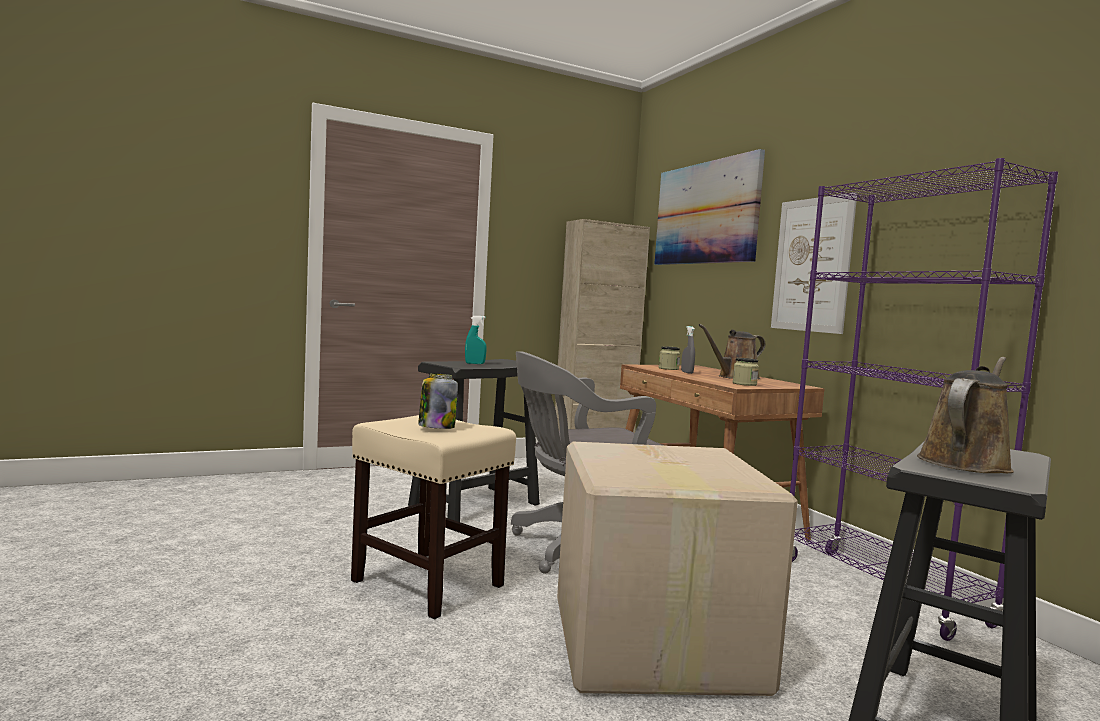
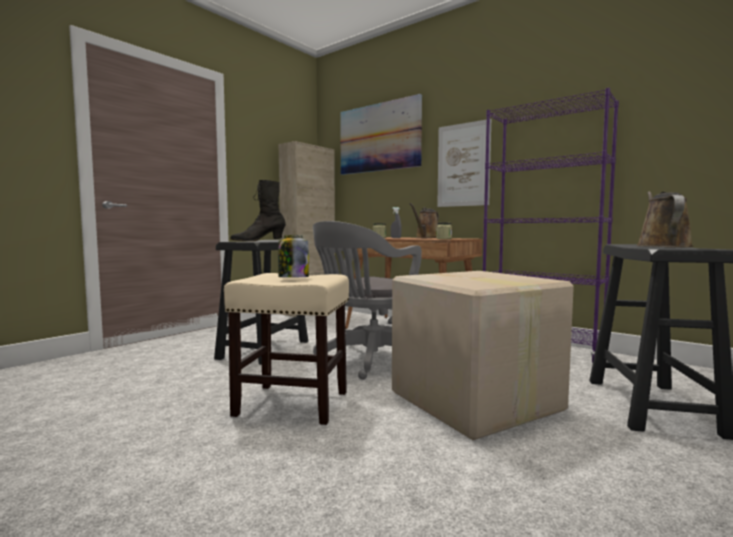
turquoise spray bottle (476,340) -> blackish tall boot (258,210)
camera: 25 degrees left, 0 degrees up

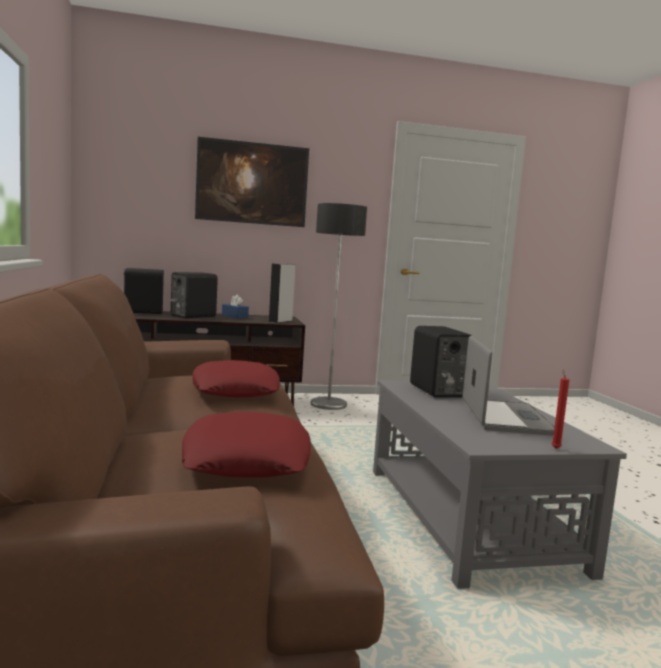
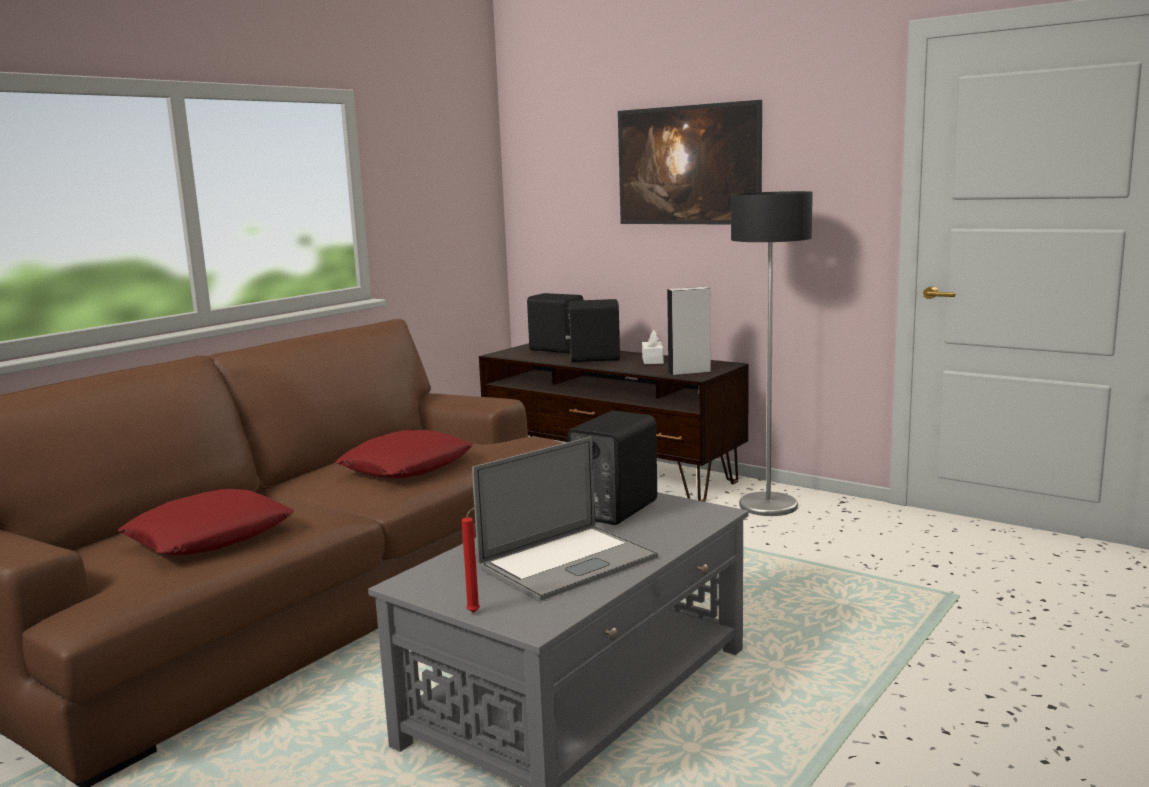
bluish tissue holder (235,306) -> white-coloured tissue holder (653,347)
camera: 50 degrees right, 5 degrees up

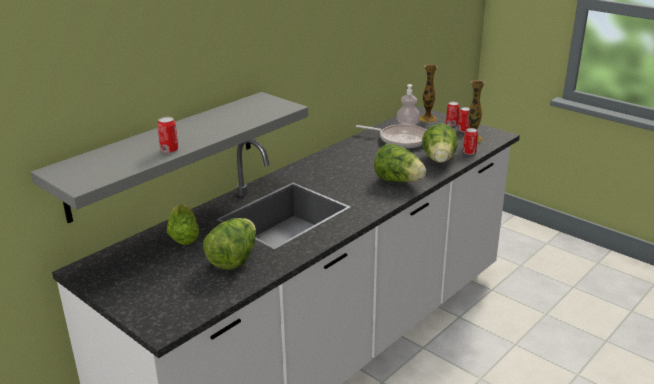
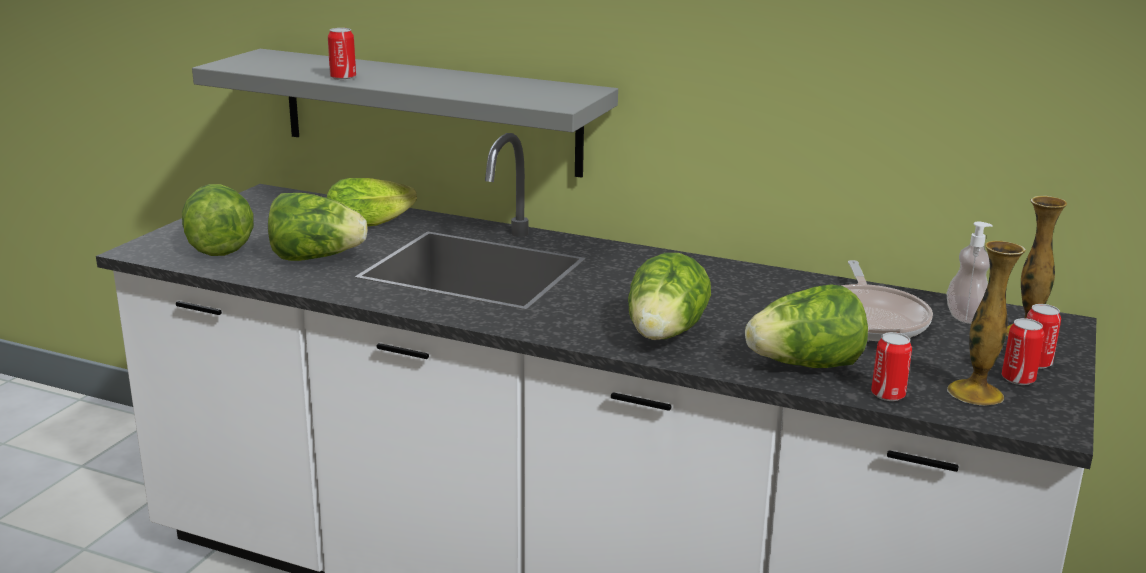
none -> lettuce head (218,220)
camera: 70 degrees right, 5 degrees down

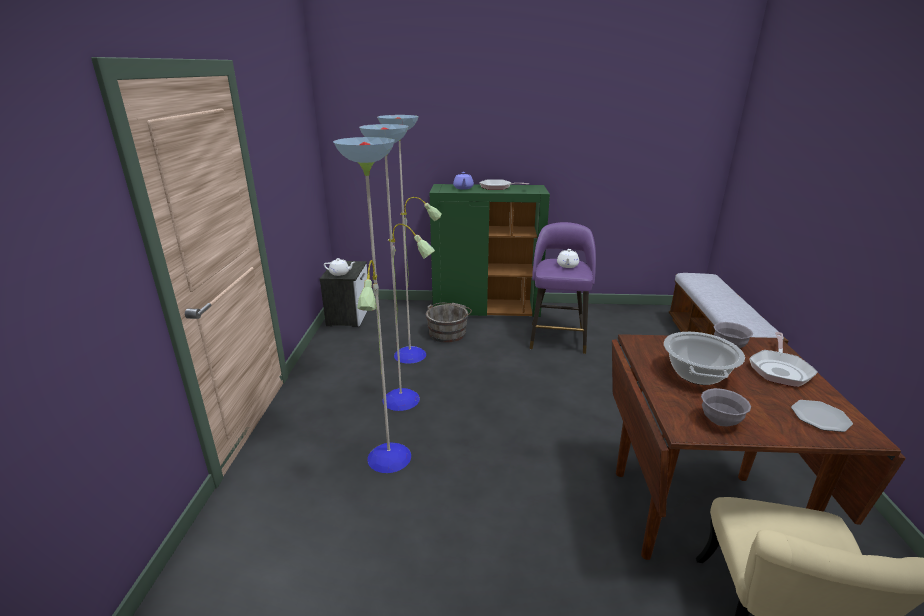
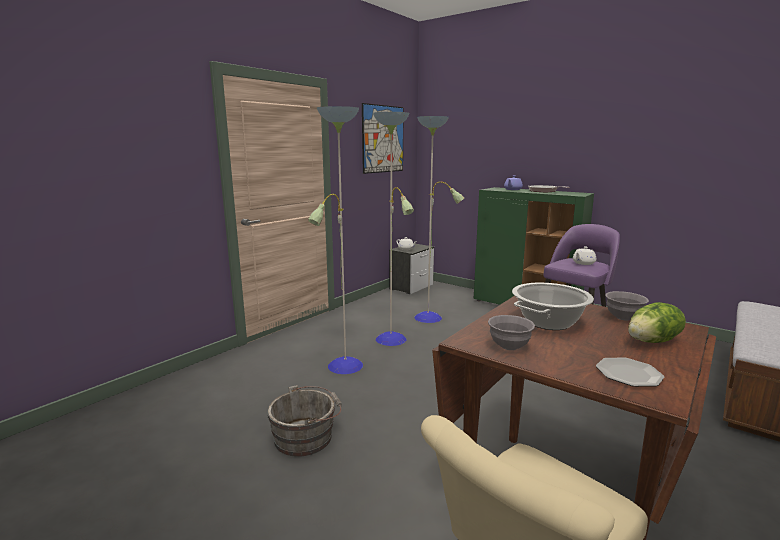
none -> wall picture (383,138)
grey bucket (449,323) -> grey bucket (304,421), shifted
pan (783,359) -> lettuce head (657,322)
camera: 35 degrees right, 10 degrees down

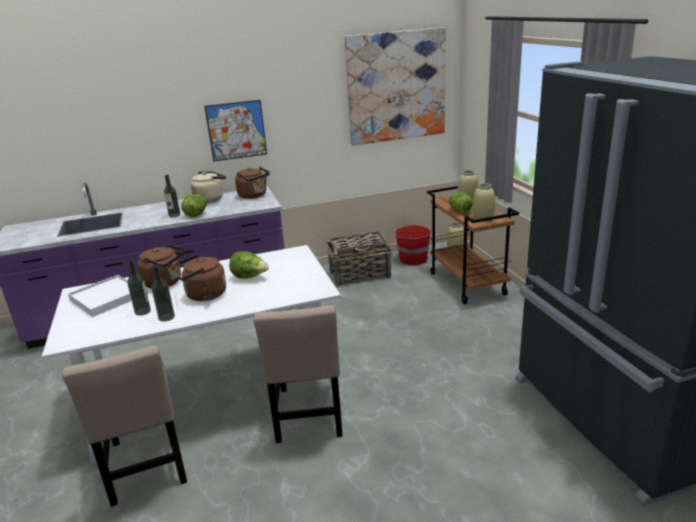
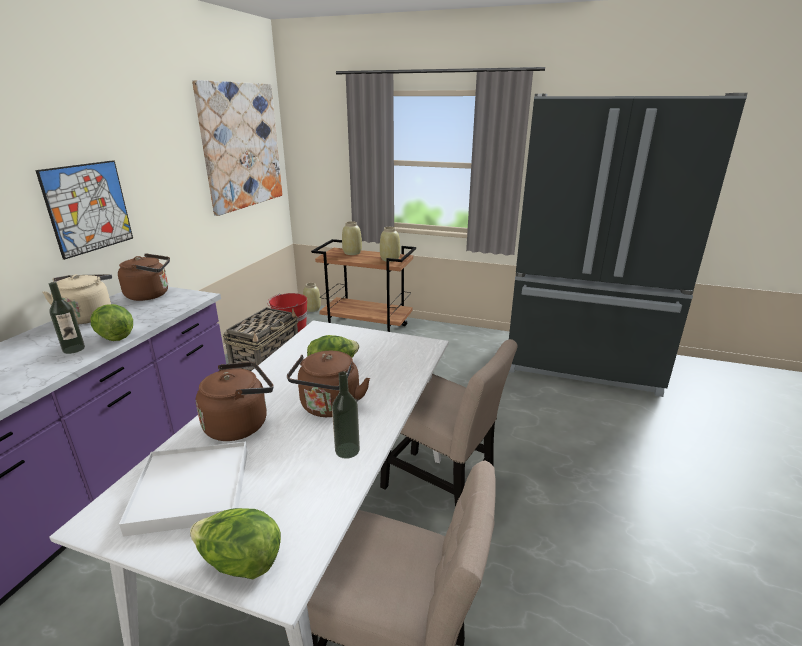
beverage bottle (139,288) -> none
lettuce head (461,203) -> lettuce head (235,543), shifted
camera: 55 degrees left, 0 degrees up

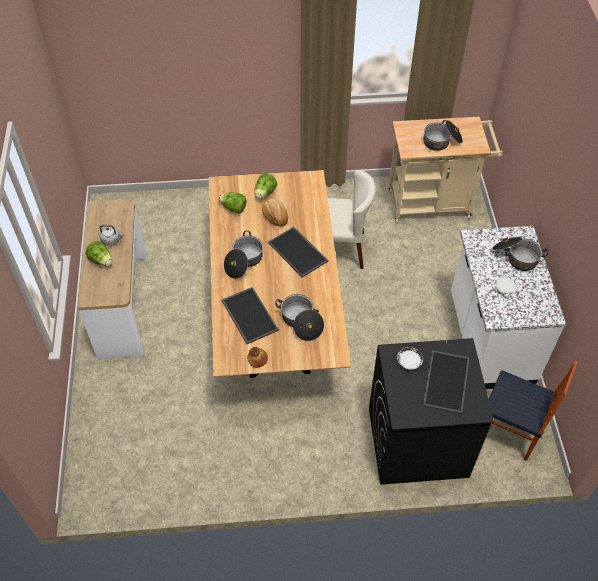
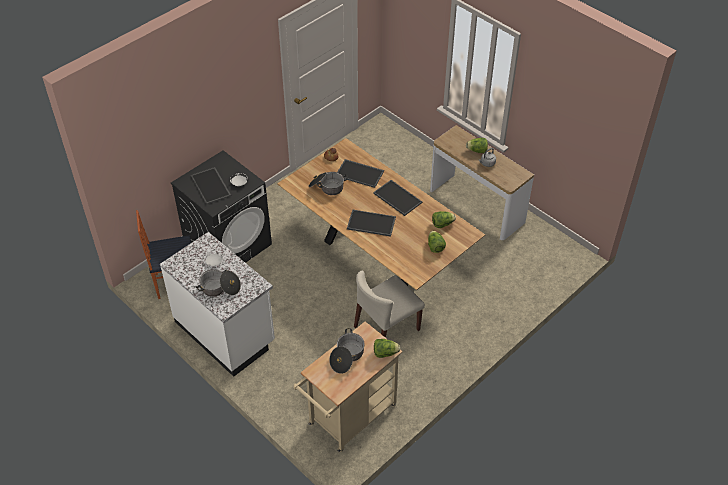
baked bread (275,212) -> none
none -> lettuce head (387,348)
cooking pot (243,255) -> serving tray (397,198)
camera: 140 degrees right, 5 degrees down

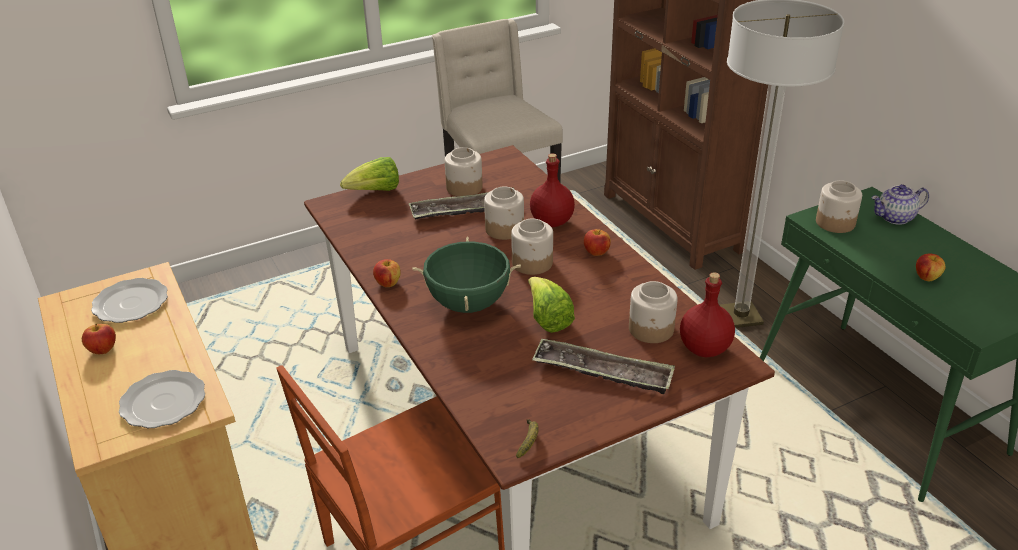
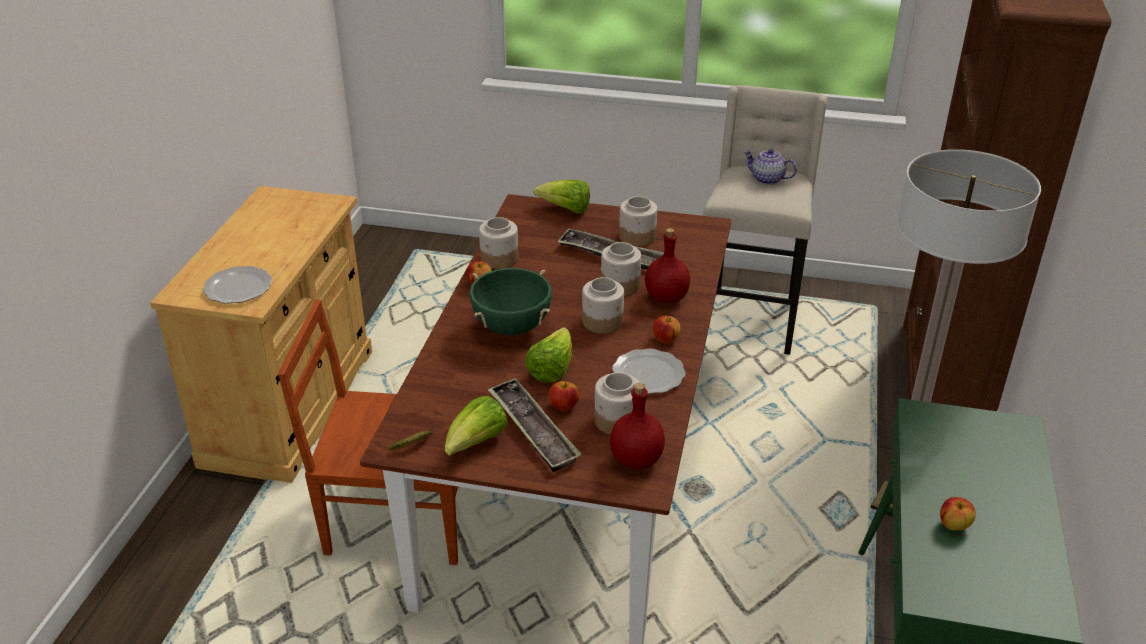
none -> lettuce head (476,426)
whole apple (99,338) -> whole apple (563,396), shifted
plate (129,300) -> plate (649,371), shifted
preserve jar (839,206) -> preserve jar (499,243), shifted
tea pot (900,204) -> tea pot (770,167), shifted
camera: 40 degrees right, 0 degrees up

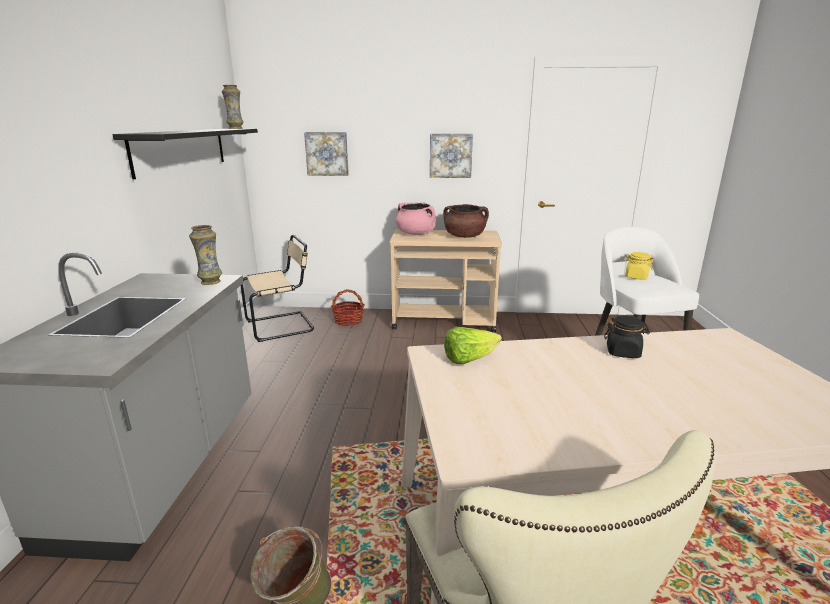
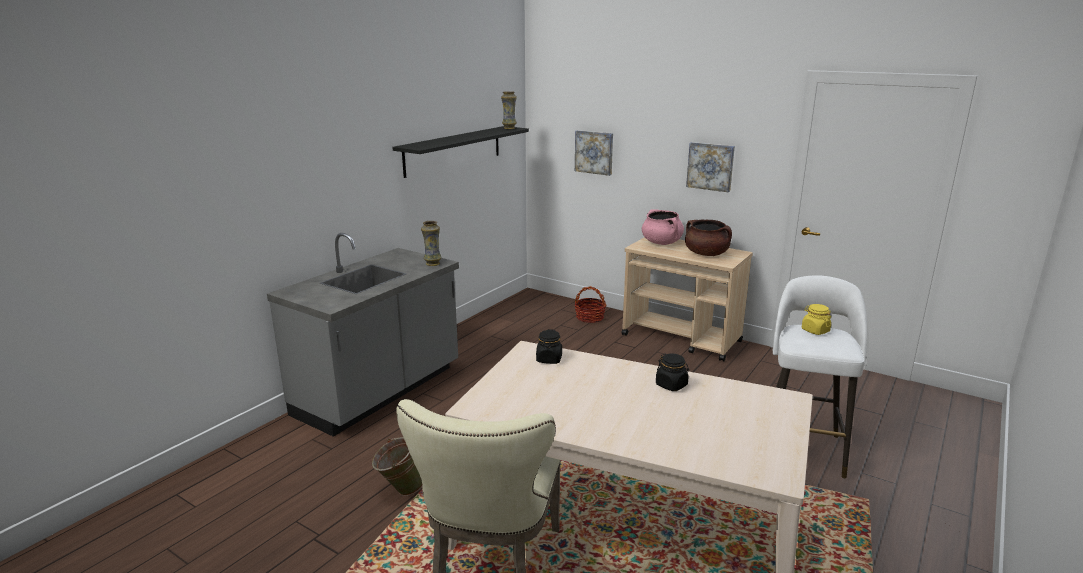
beige upright chair (277,288) -> none
lettuce head (473,345) -> blackish preserve jar (549,346)
camera: 30 degrees right, 0 degrees up

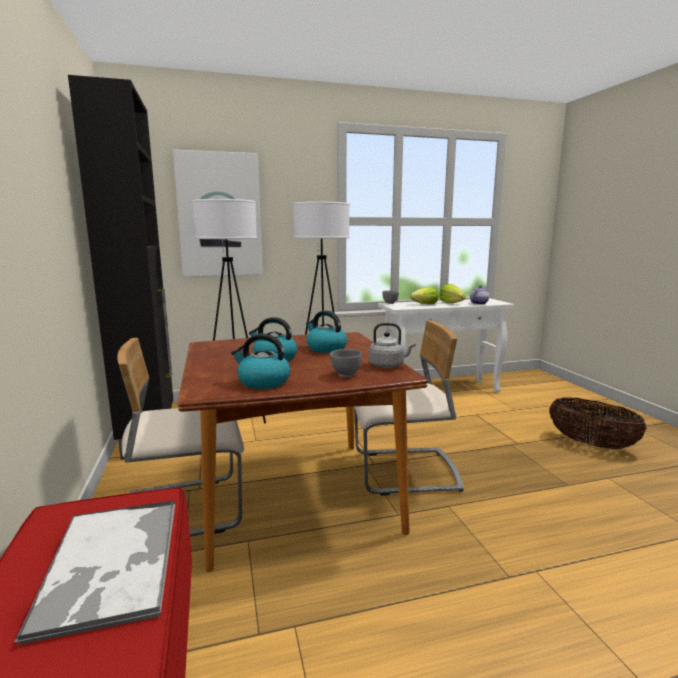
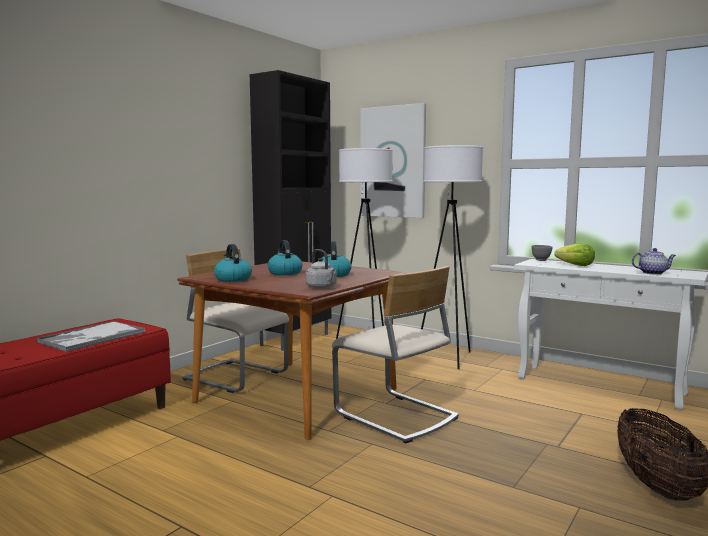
grey deep dish (346,363) -> none
lettuce head (452,293) -> none
camera: 50 degrees right, 5 degrees down

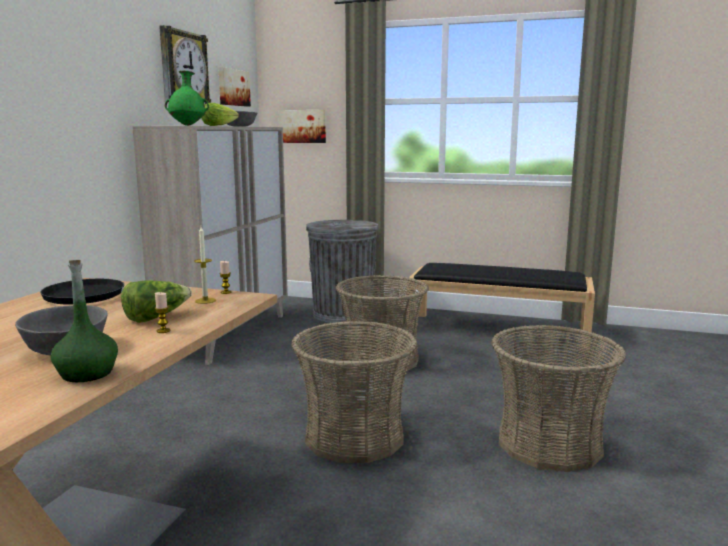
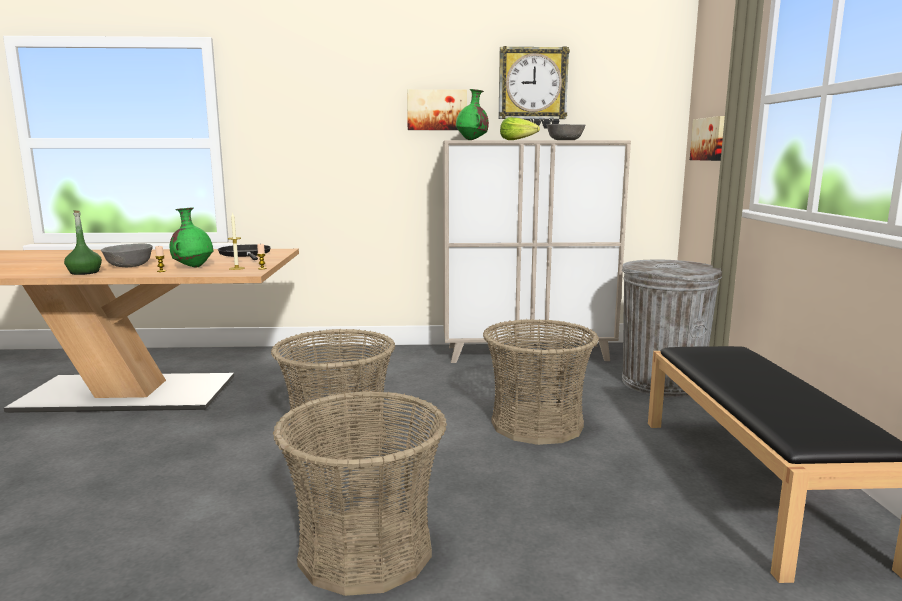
wall picture (234,87) -> wall picture (437,109), shifted
lettuce head (156,301) -> green-coloured decorative vase (192,238)
camera: 70 degrees right, 0 degrees up

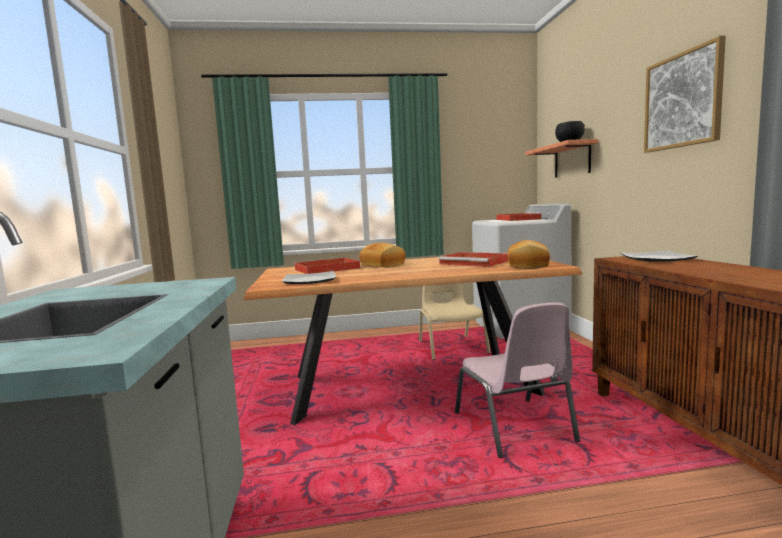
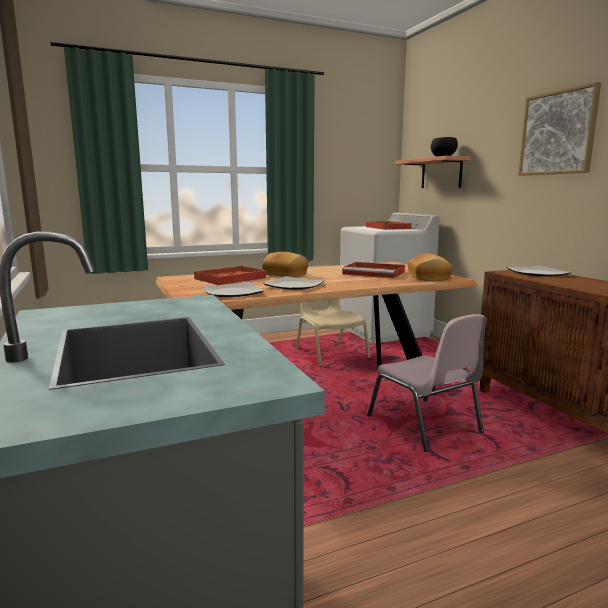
none -> plate (294,283)
camera: 15 degrees left, 5 degrees up

